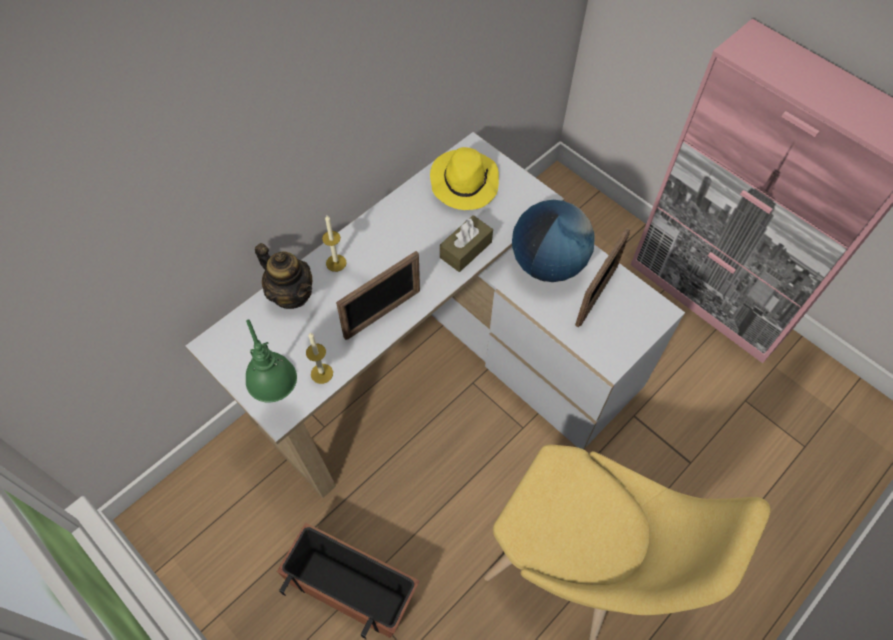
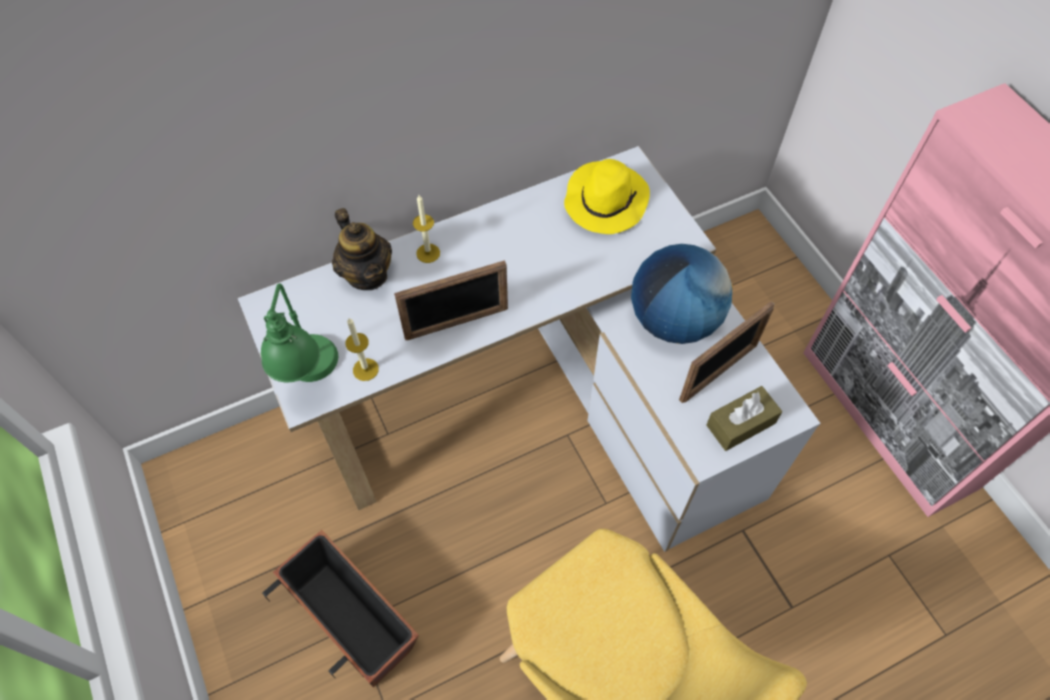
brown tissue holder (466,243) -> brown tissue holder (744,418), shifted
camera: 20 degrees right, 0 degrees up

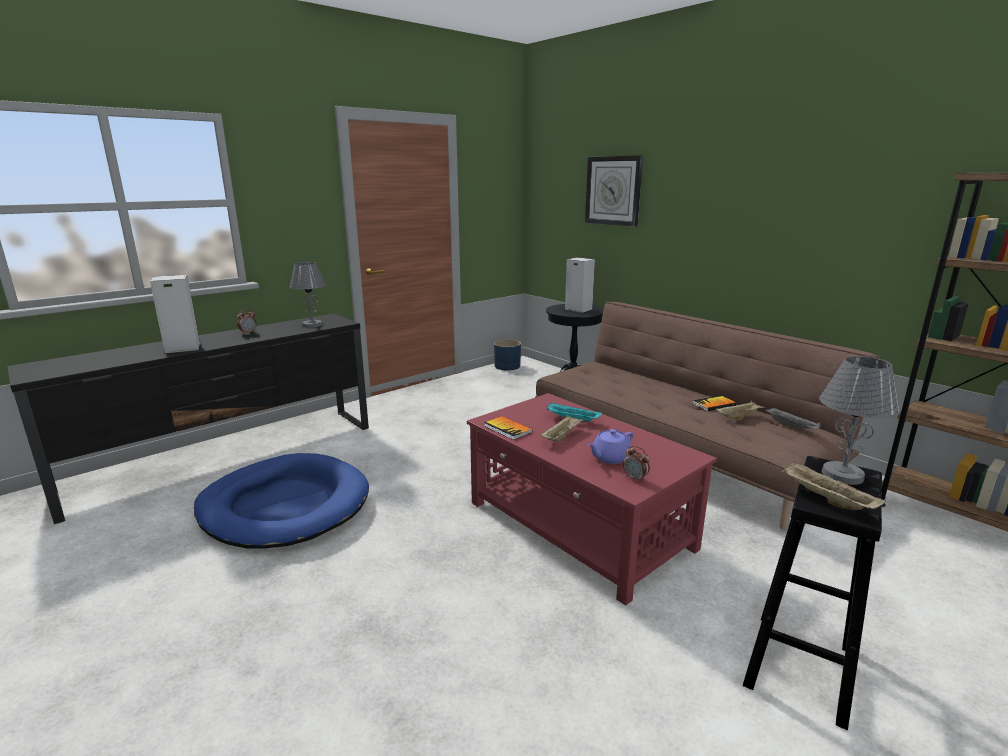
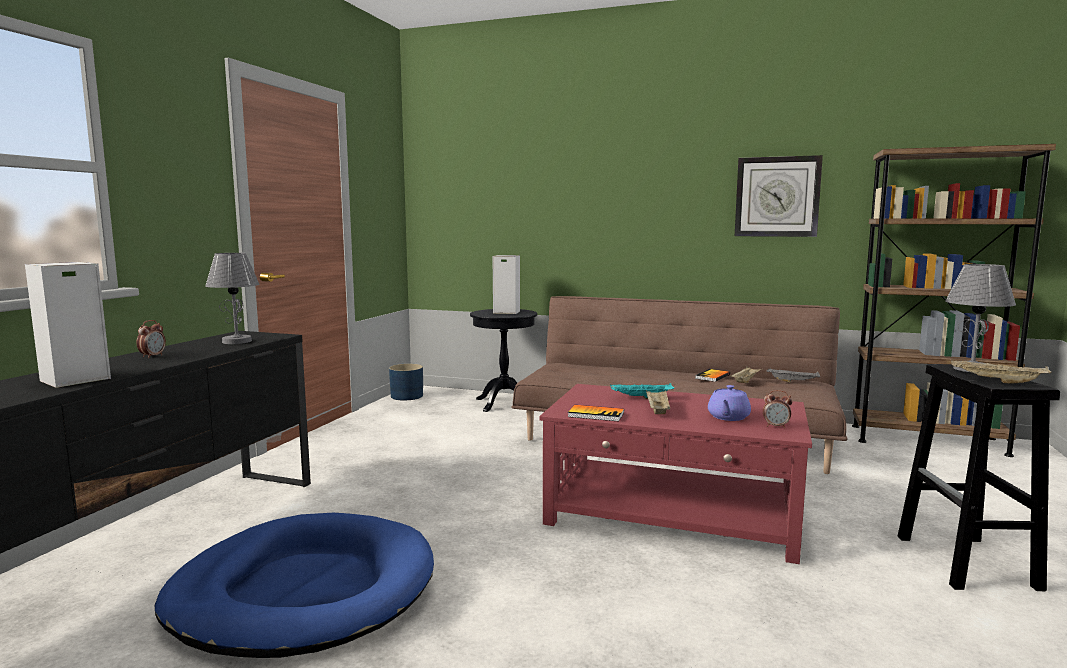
hanging clock (614,191) -> hanging clock (779,196), shifted
camera: 30 degrees left, 10 degrees down

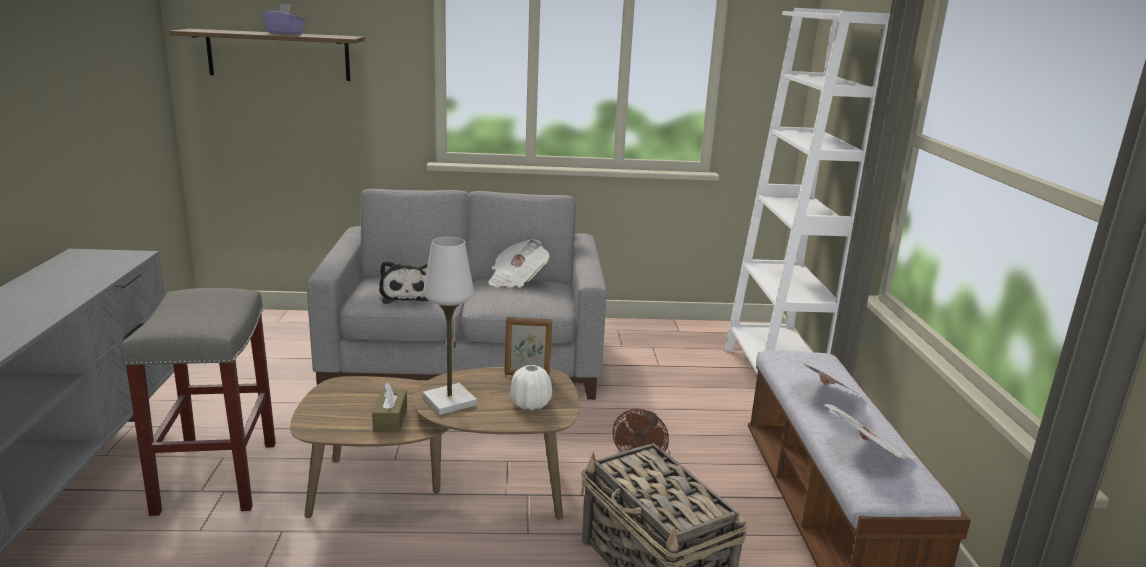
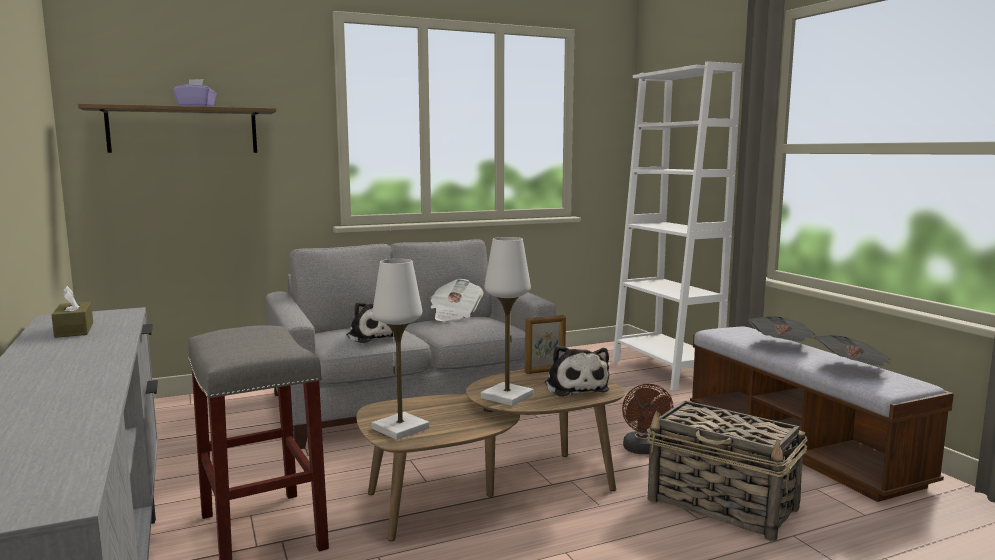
none -> white-coloured lamp for a table (400,349)
brown tissue holder (389,407) -> brown tissue holder (72,312), shifted
white-coloured decorative vase (531,387) -> plush toy (577,371)
camera: 20 degrees left, 10 degrees down

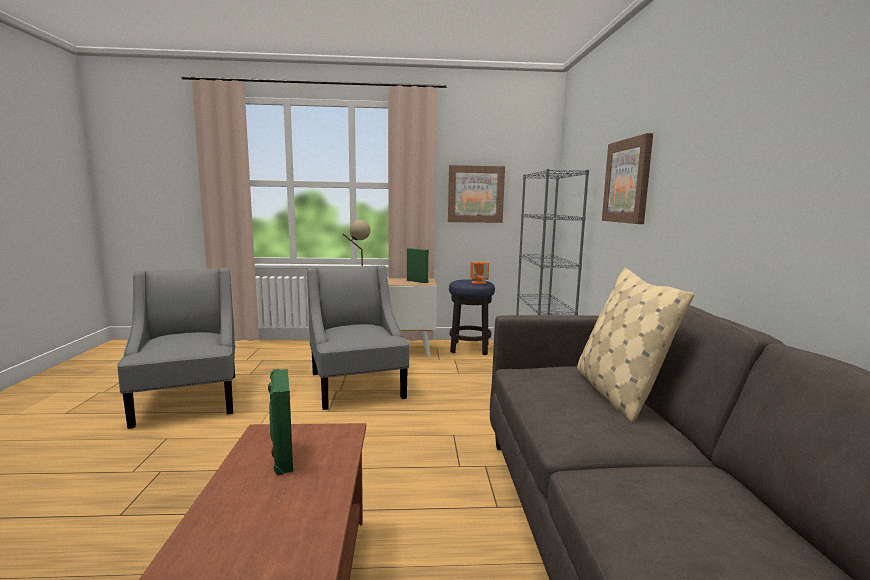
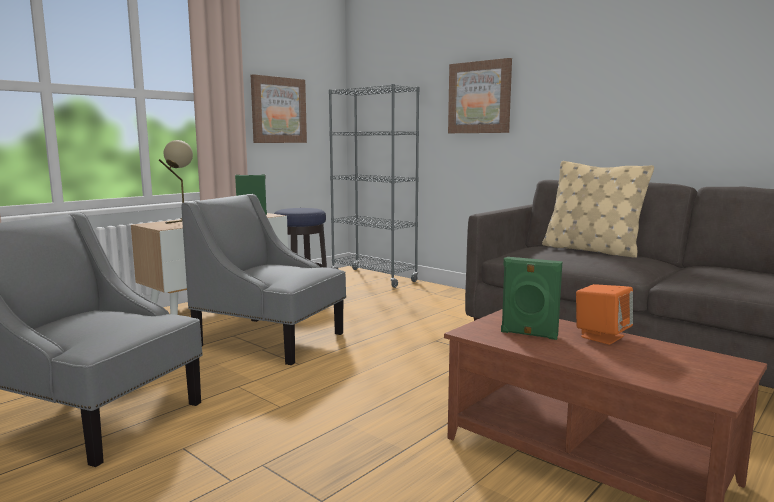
orange audio speaker (479,273) -> orange audio speaker (604,314), shifted
camera: 45 degrees left, 0 degrees up

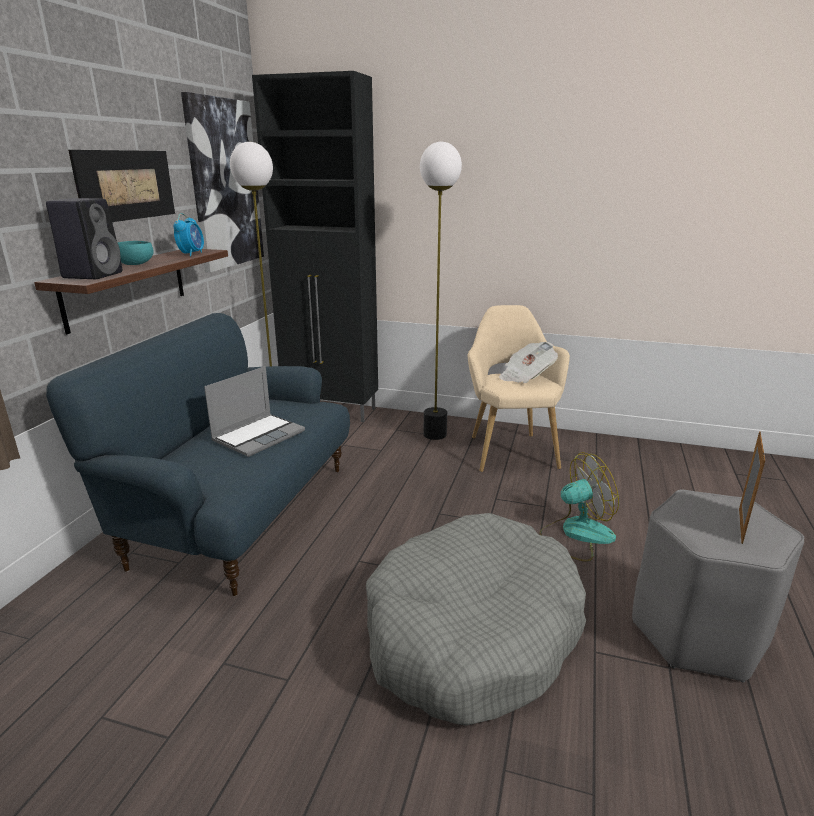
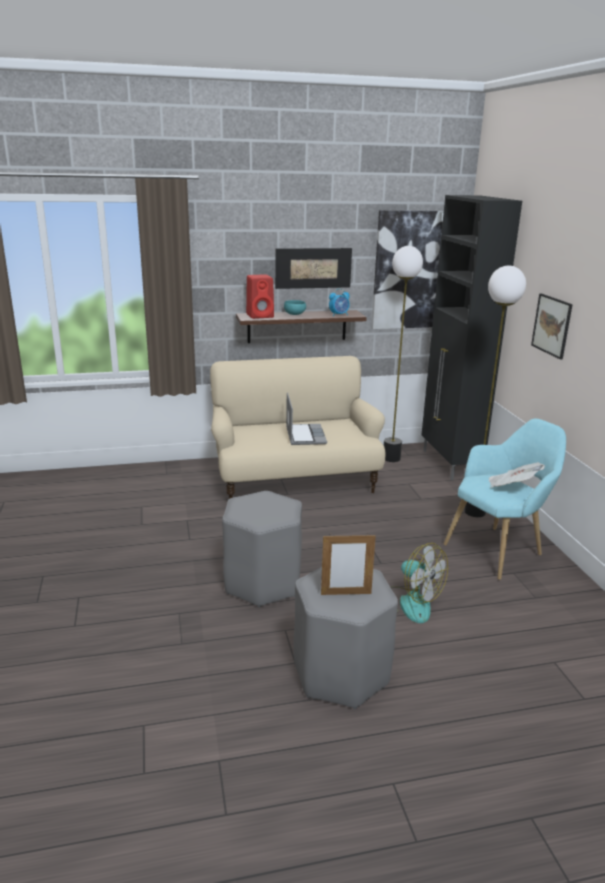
none -> wall picture (552,327)
grey dog bed (476,619) -> grey stool seat (262,549)
blackish audio speaker (84,238) -> red-coloured audio speaker (260,296)
bluish sofa (198,454) -> beige sofa (298,428)
beige easy chair (519,388) -> turquoise easy chair (505,499)
laptop (254,411) -> laptop (306,418), 105 degrees counterclockwise
camera: 60 degrees right, 0 degrees up

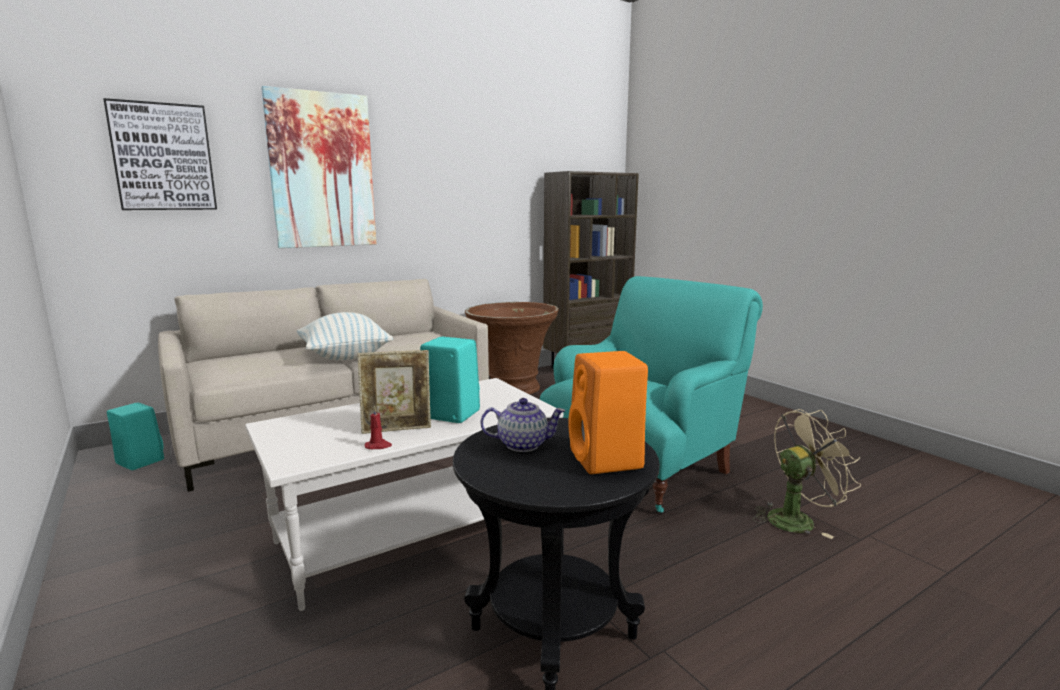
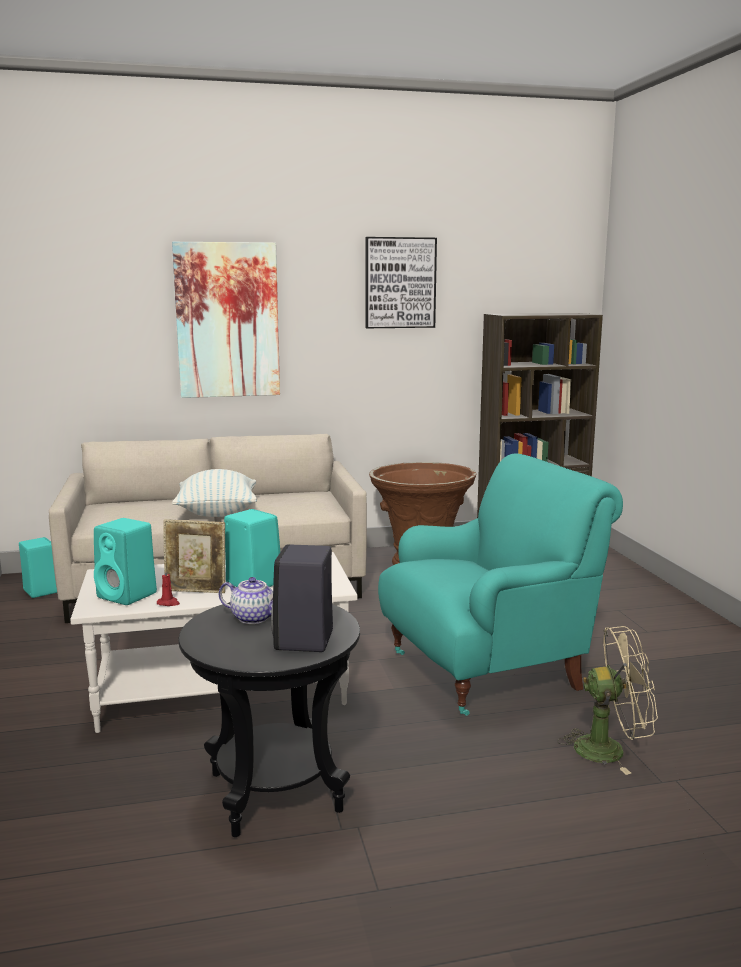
none -> turquoise audio speaker (125,561)
wall picture (160,154) -> wall picture (401,282), shifted
orange audio speaker (608,412) -> blackish audio speaker (302,598)
camera: 20 degrees right, 0 degrees up

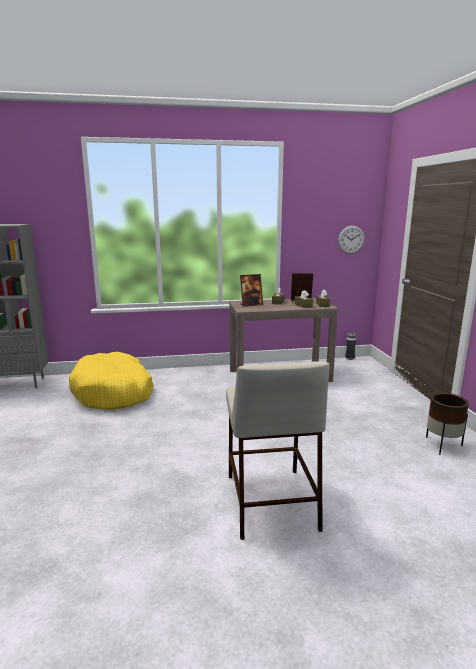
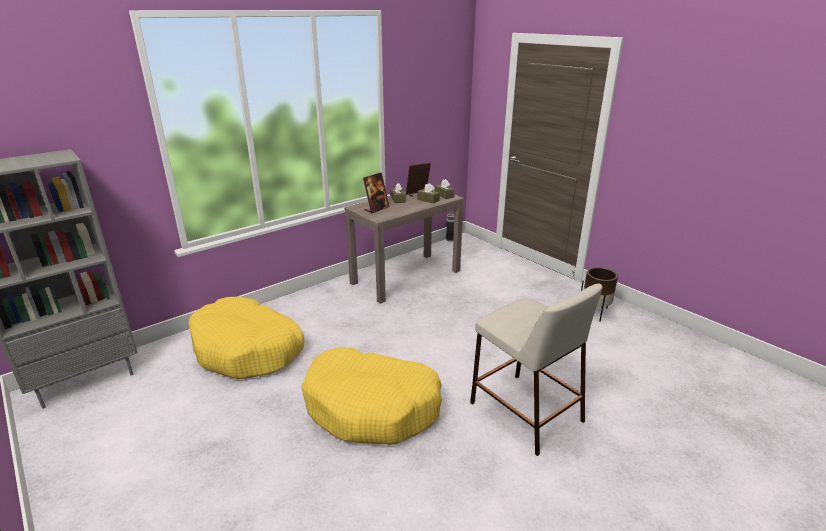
hanging clock (351,240) -> none
none -> yellowish dog bed (371,396)
camera: 30 degrees left, 10 degrees up

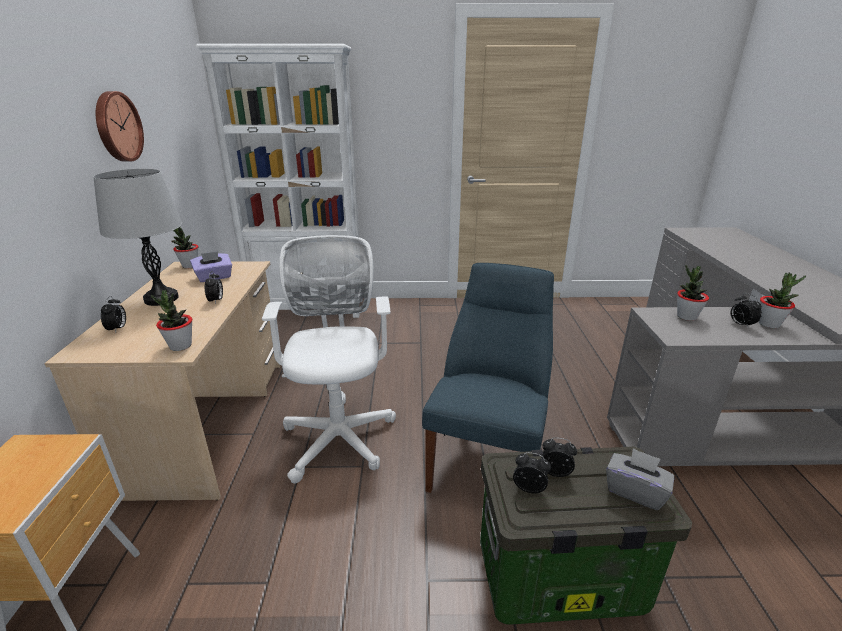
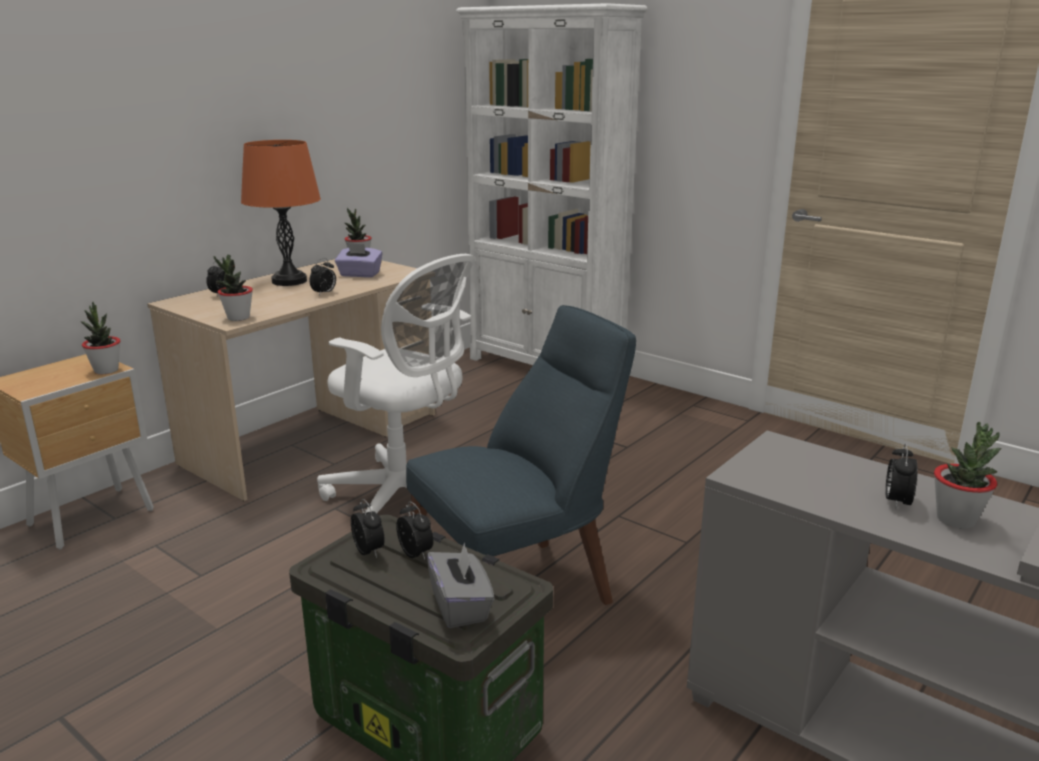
hanging clock (120,126) -> none
houseplant (693,293) -> houseplant (101,337), shifted
grey lamp for a table (138,237) -> orange lamp for a table (281,213)
white-coloured desk chair (329,359) -> white-coloured desk chair (396,383), 90 degrees clockwise
camera: 40 degrees right, 5 degrees down

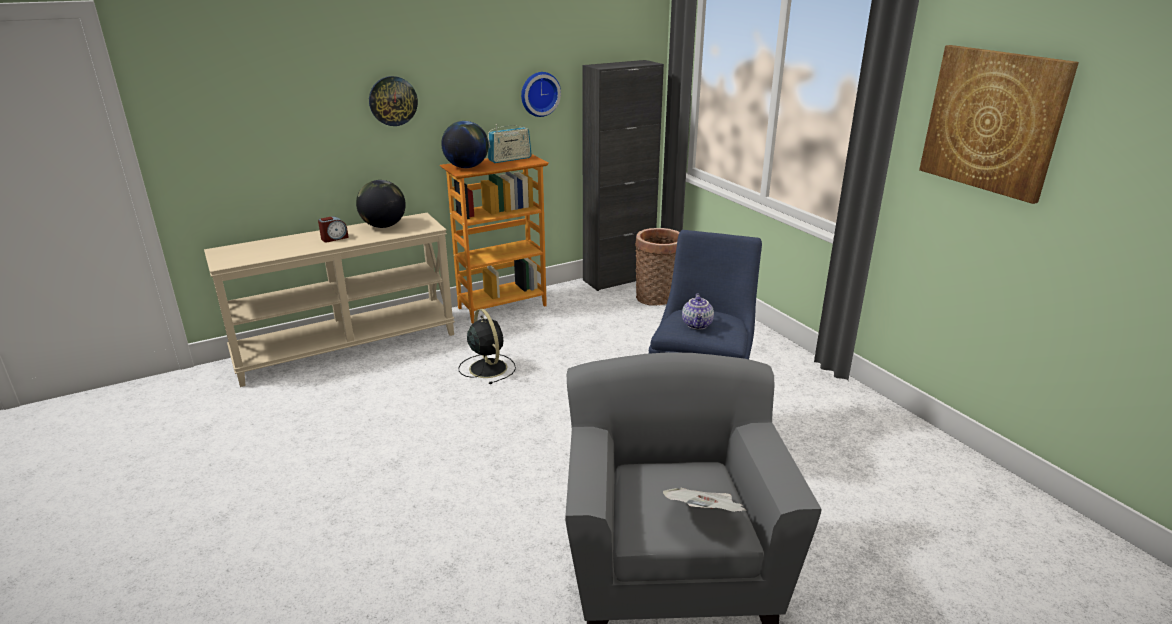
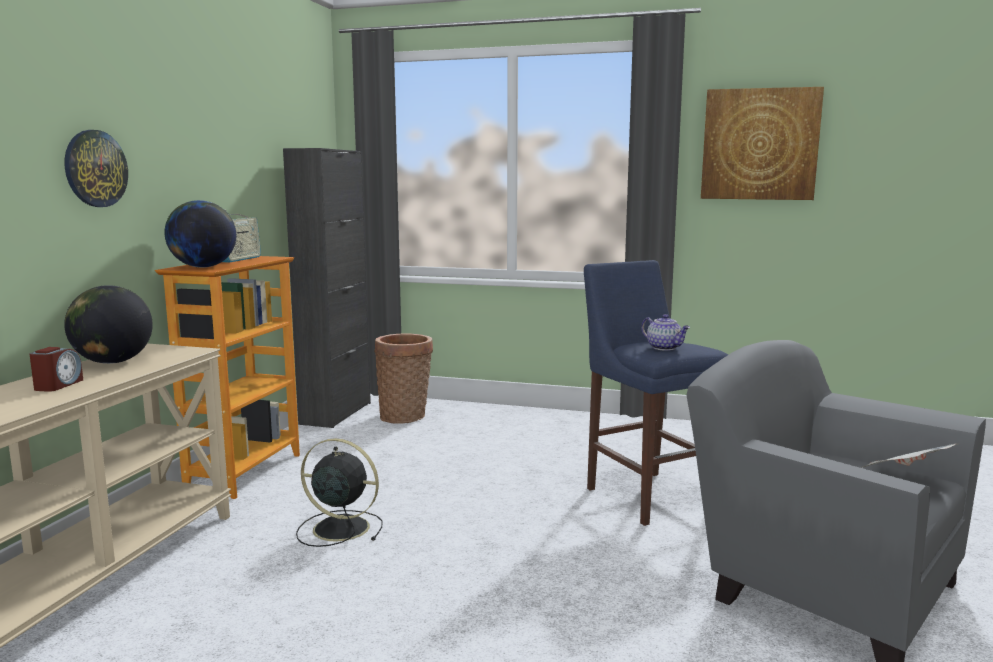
hanging clock (541,94) -> none
camera: 45 degrees left, 15 degrees down

